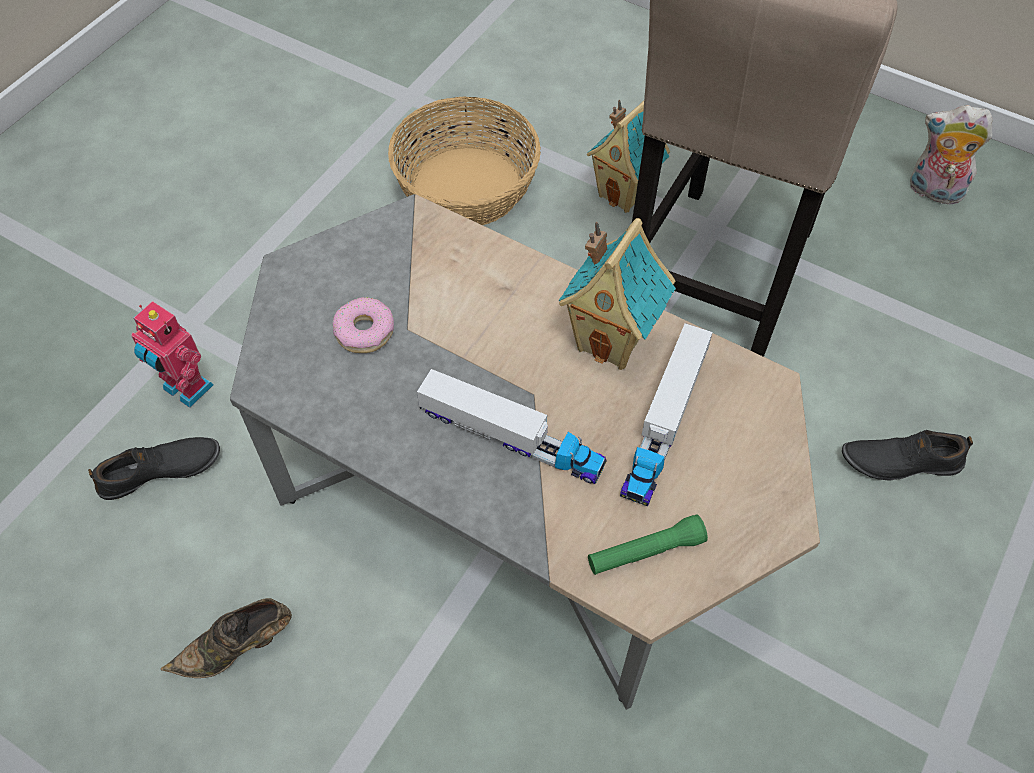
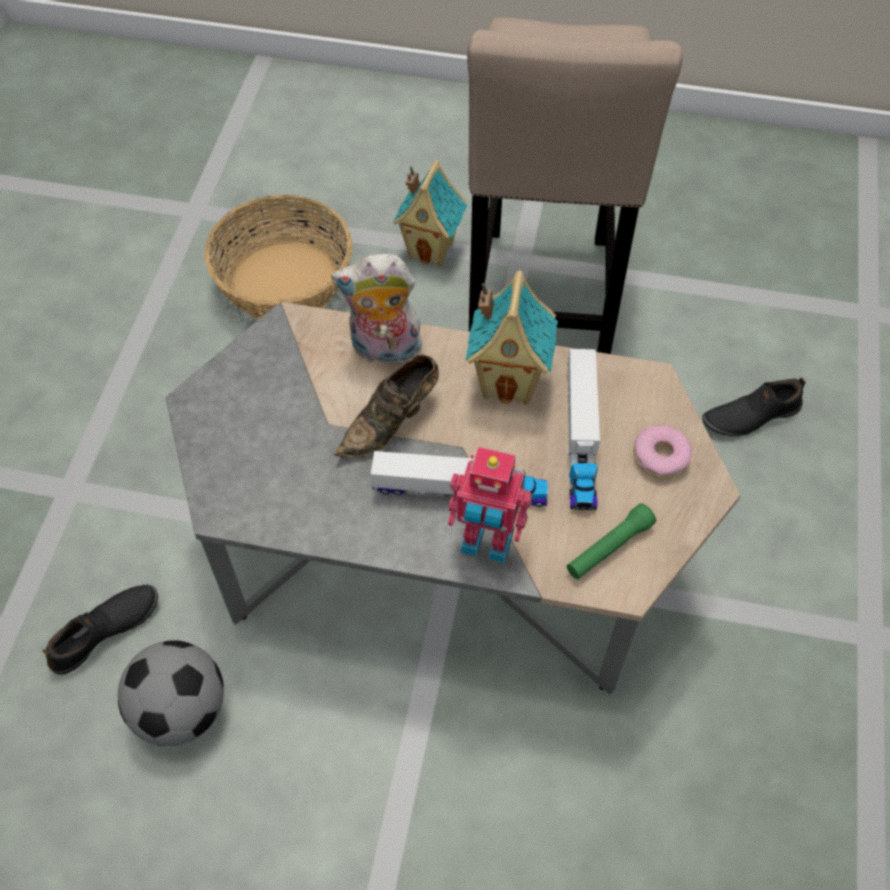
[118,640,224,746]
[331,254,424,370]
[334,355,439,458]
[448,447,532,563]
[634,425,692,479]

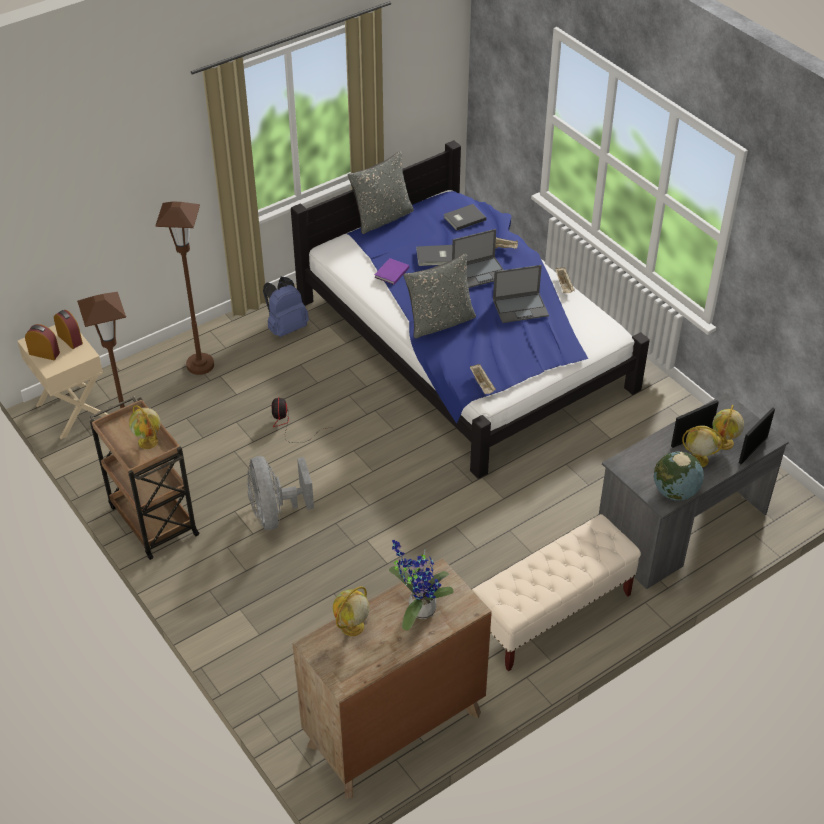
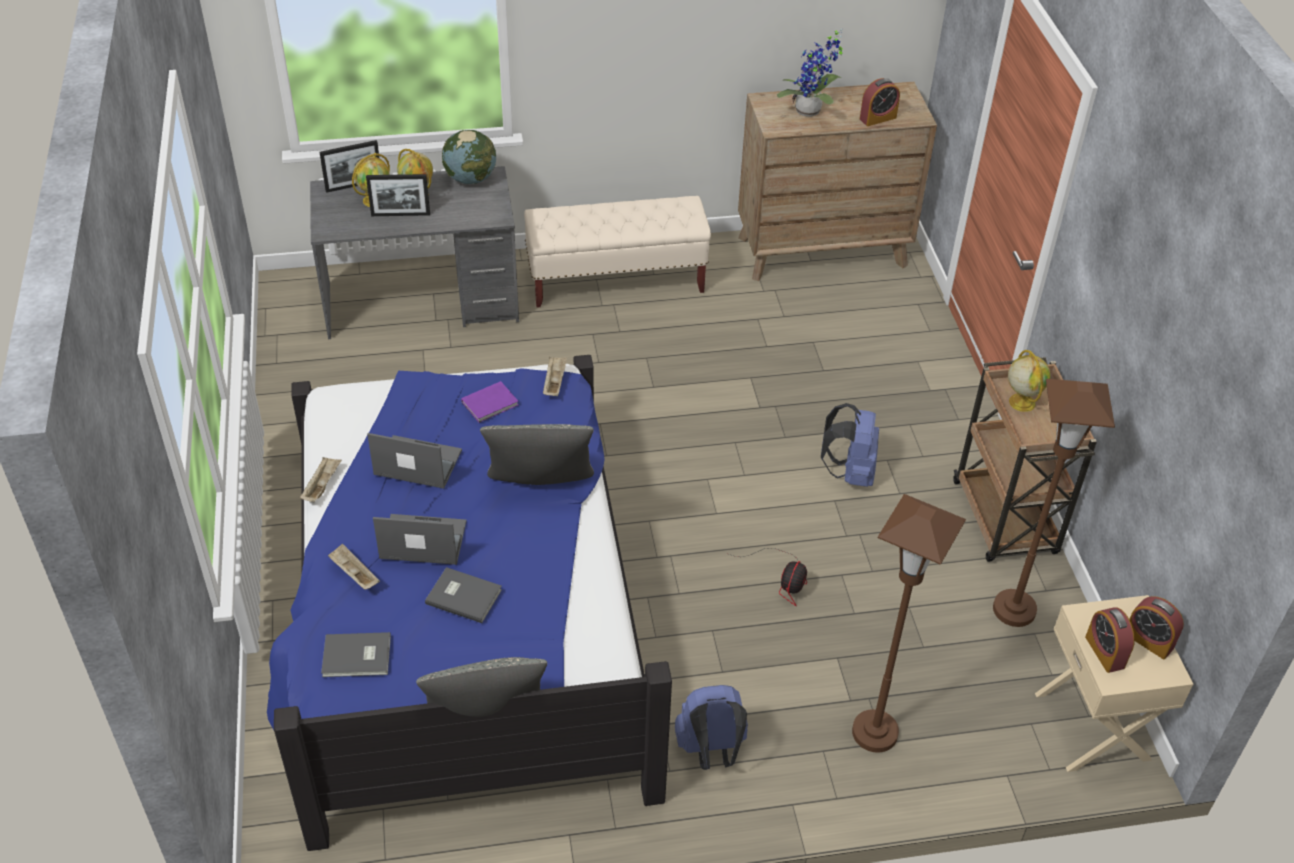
[461,381,518,423]
[821,403,879,487]
[860,78,900,126]

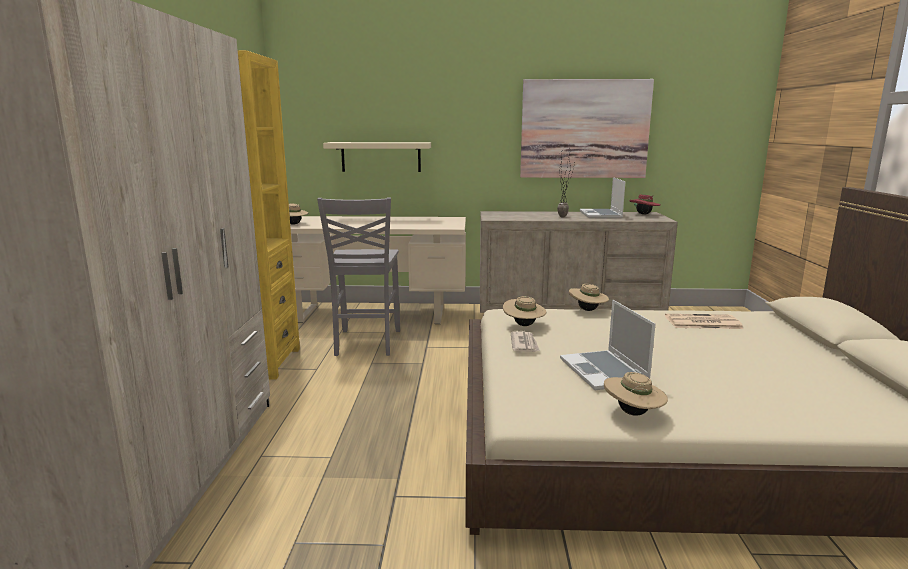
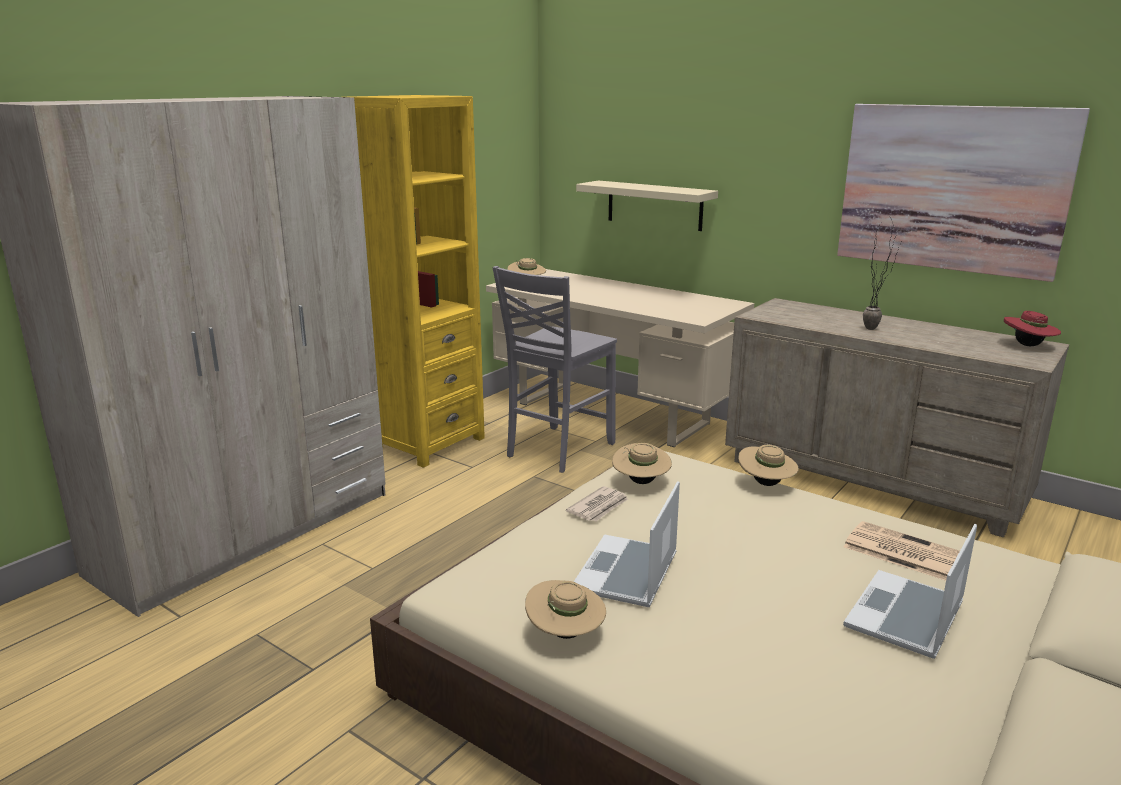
[843,524,977,659]

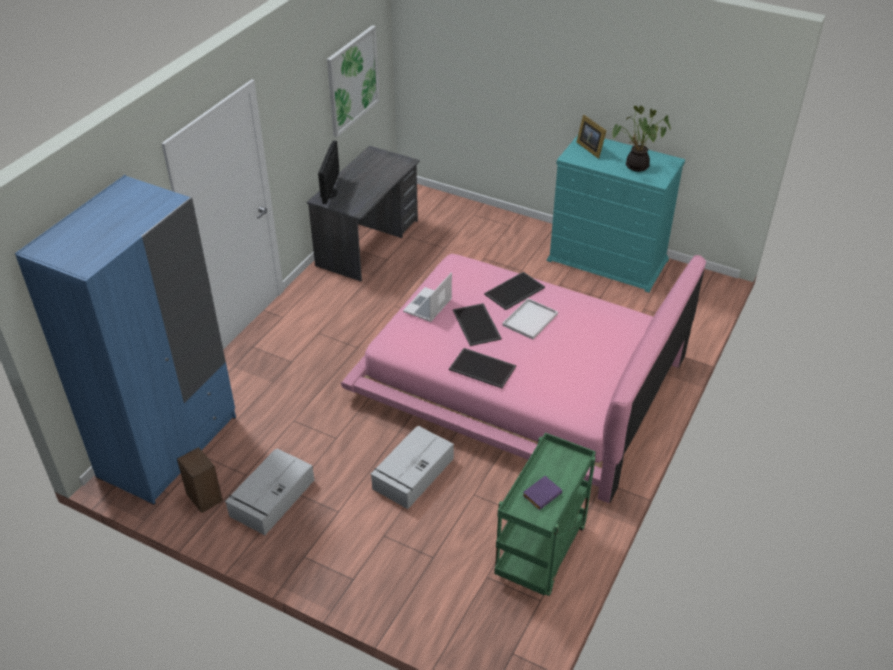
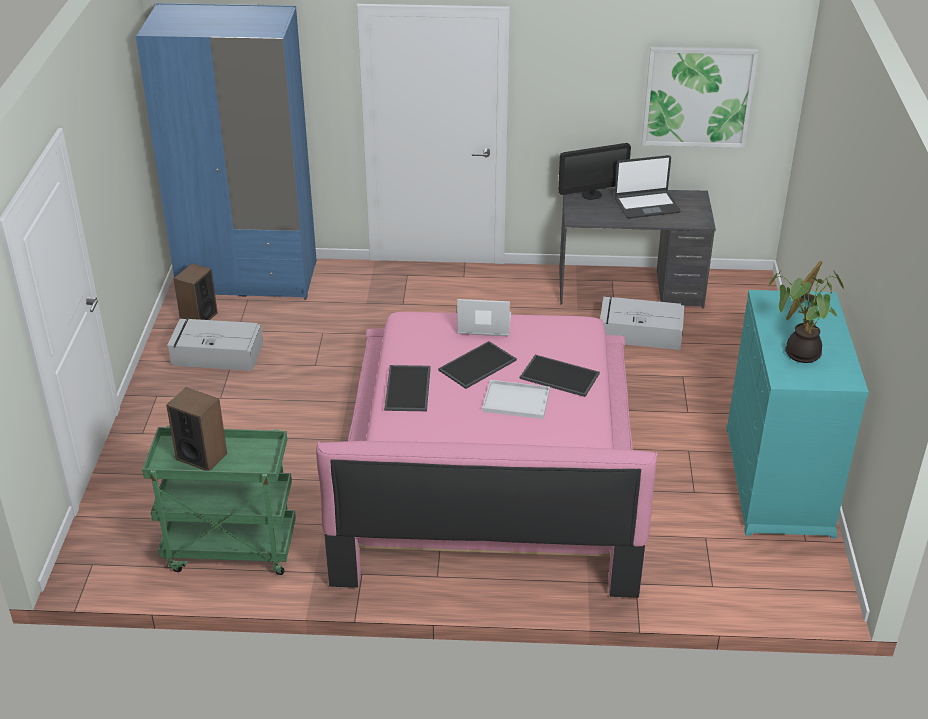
[166,387,227,471]
[600,296,684,350]
[615,155,681,218]

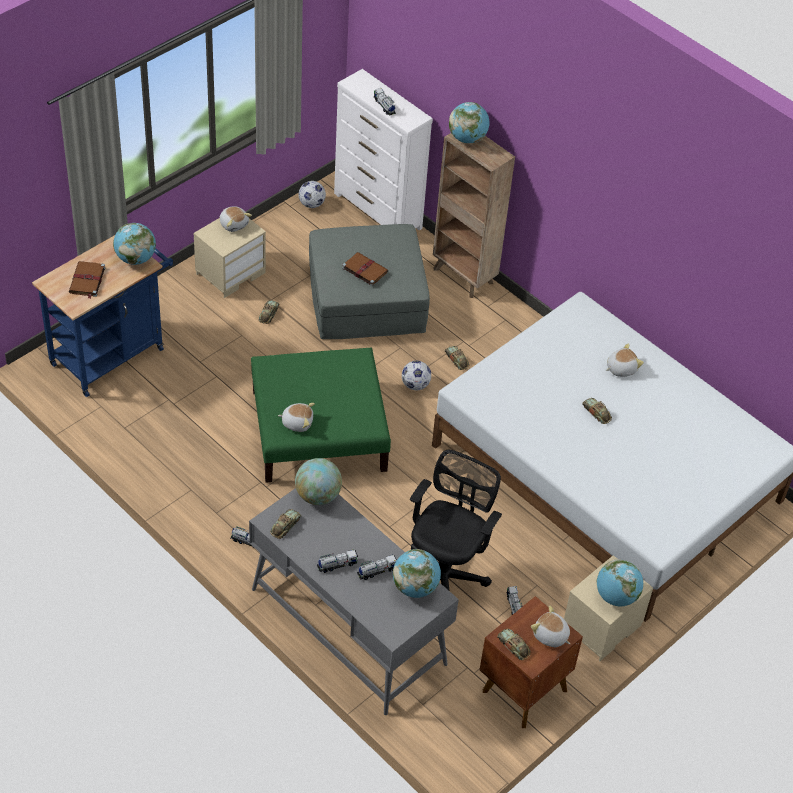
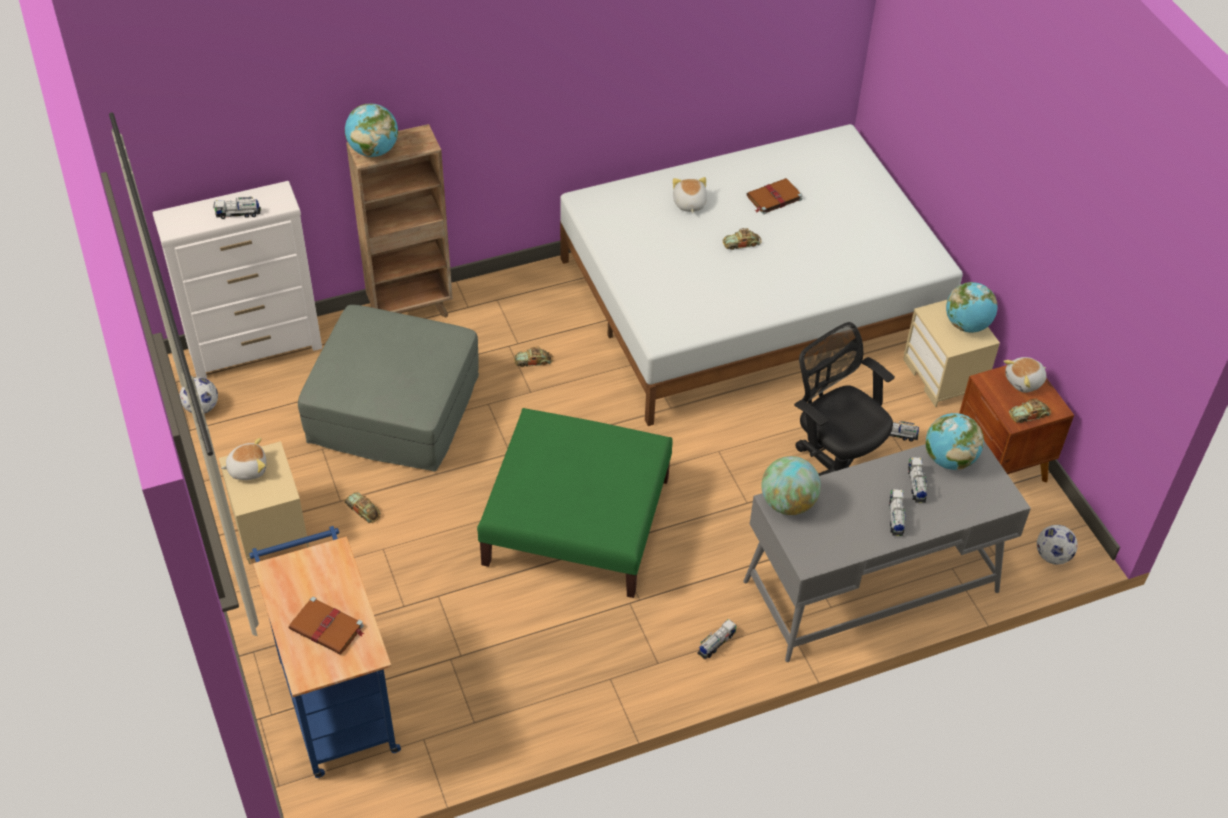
[747,178,803,215]
[1037,525,1078,565]
[113,223,156,265] (first image)
[270,509,301,539] (first image)
[278,403,315,432] (first image)

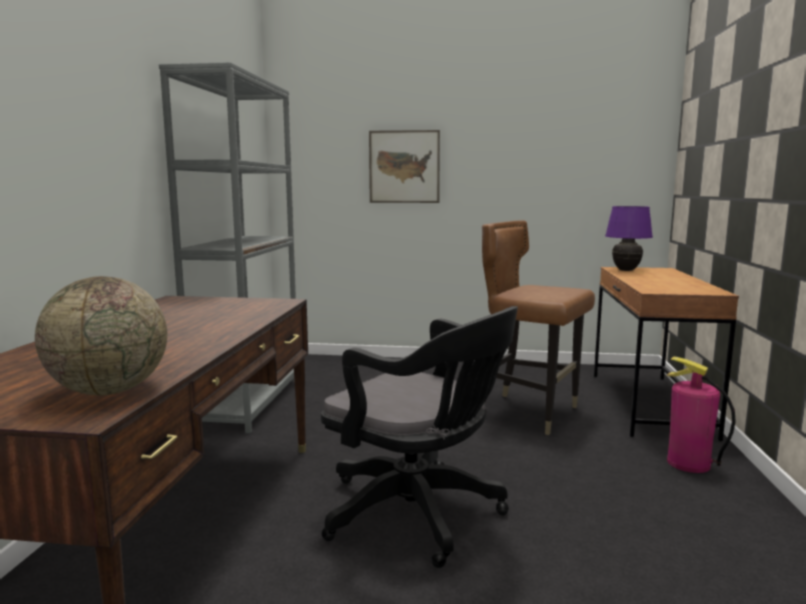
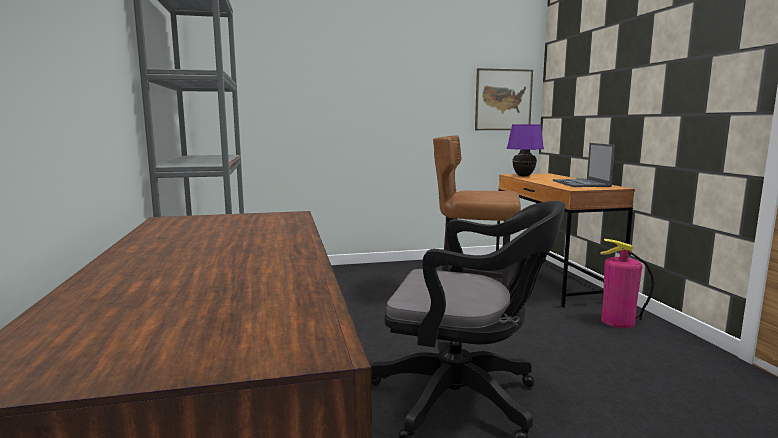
[475,68,533,130]
[553,143,615,187]
[35,276,167,395] (first image)

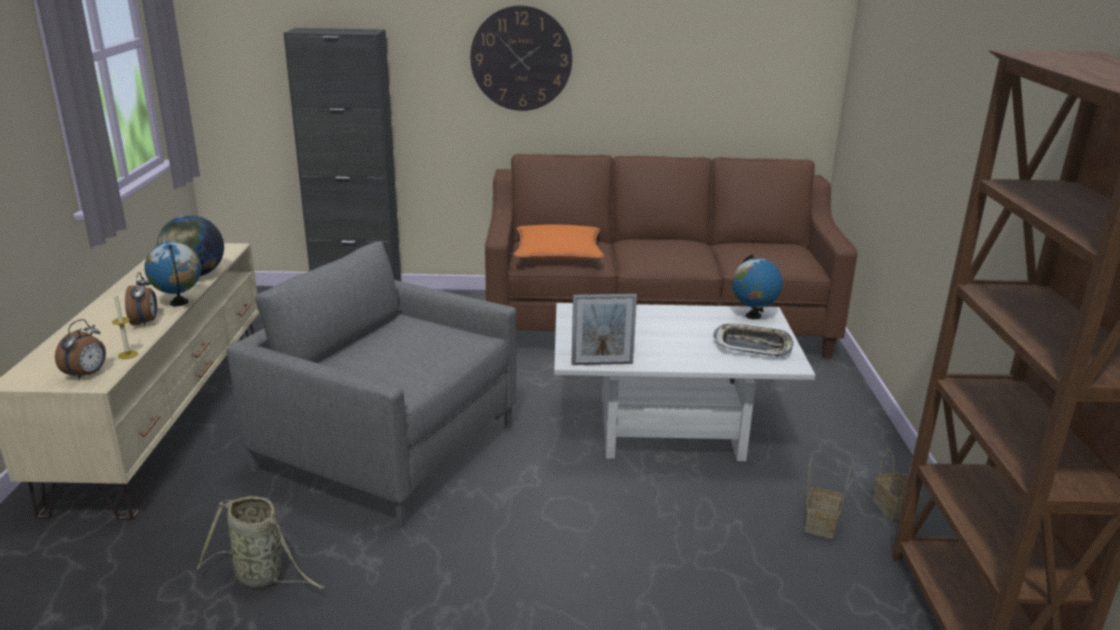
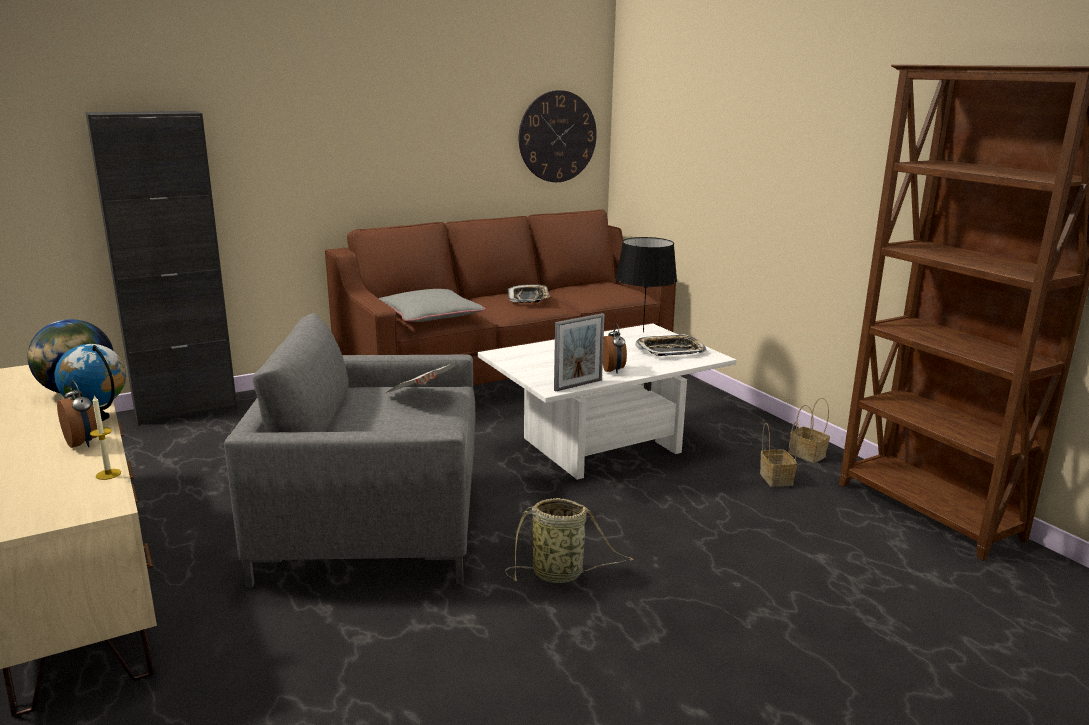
[378,289,486,322]
[386,363,458,393]
[505,498,634,583]
[508,285,550,303]
[519,90,597,182]
[603,324,627,374]
[615,237,677,333]

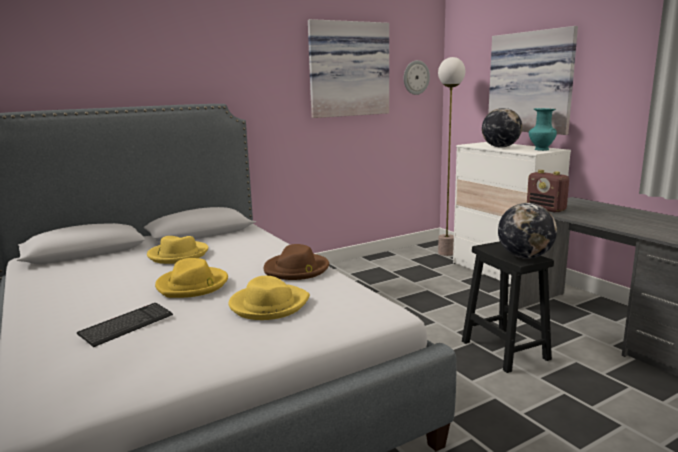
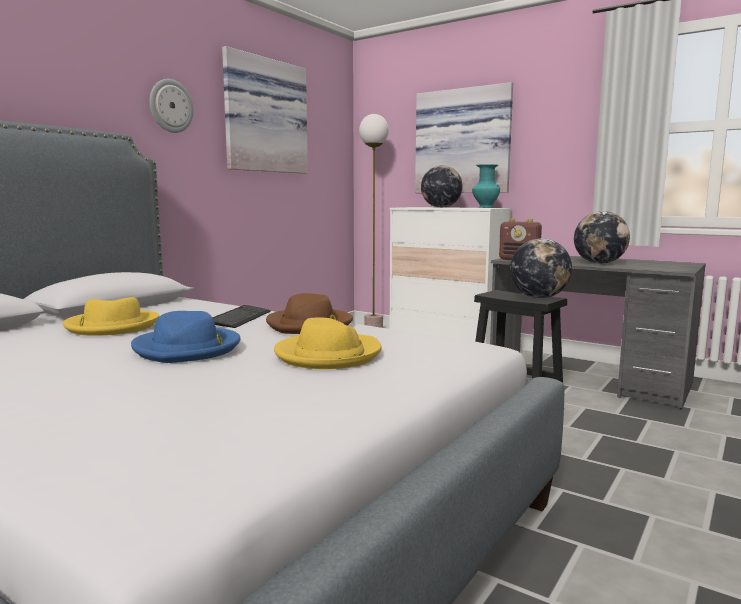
[131,311,241,363]
[150,79,194,133]
[212,305,271,328]
[574,211,630,264]

